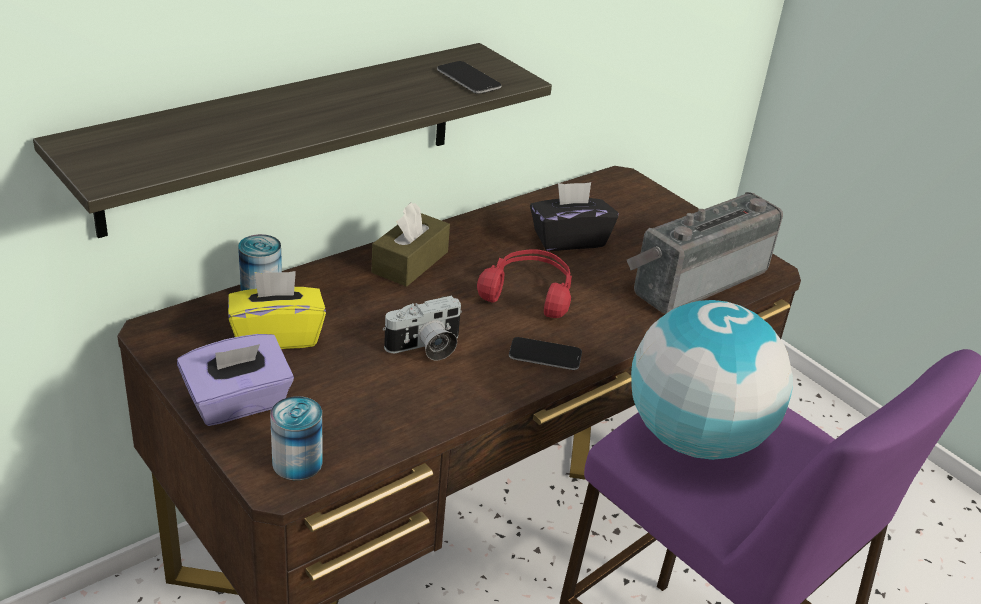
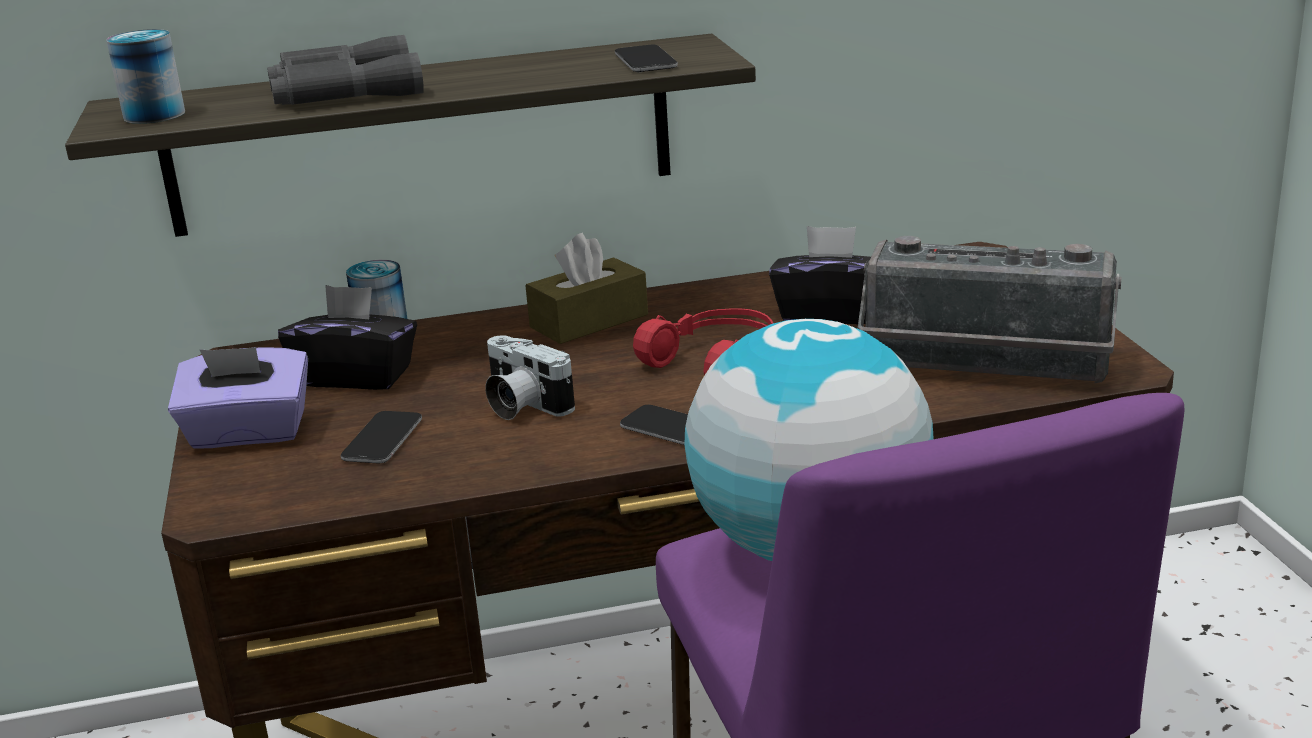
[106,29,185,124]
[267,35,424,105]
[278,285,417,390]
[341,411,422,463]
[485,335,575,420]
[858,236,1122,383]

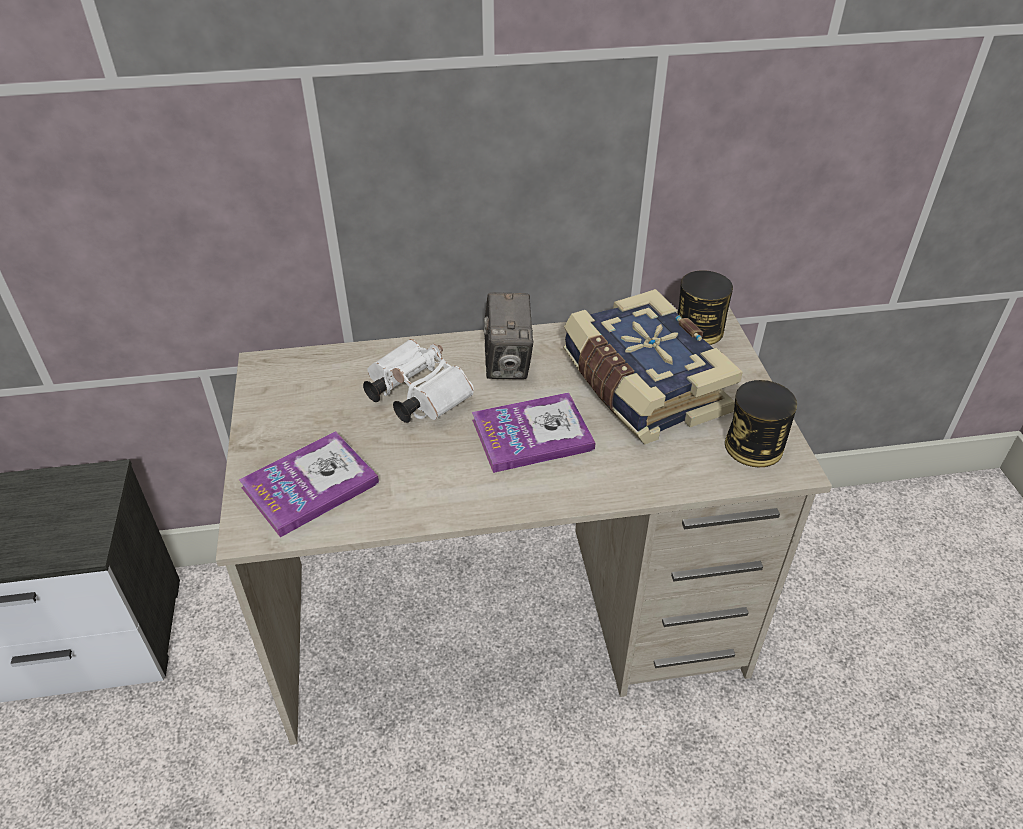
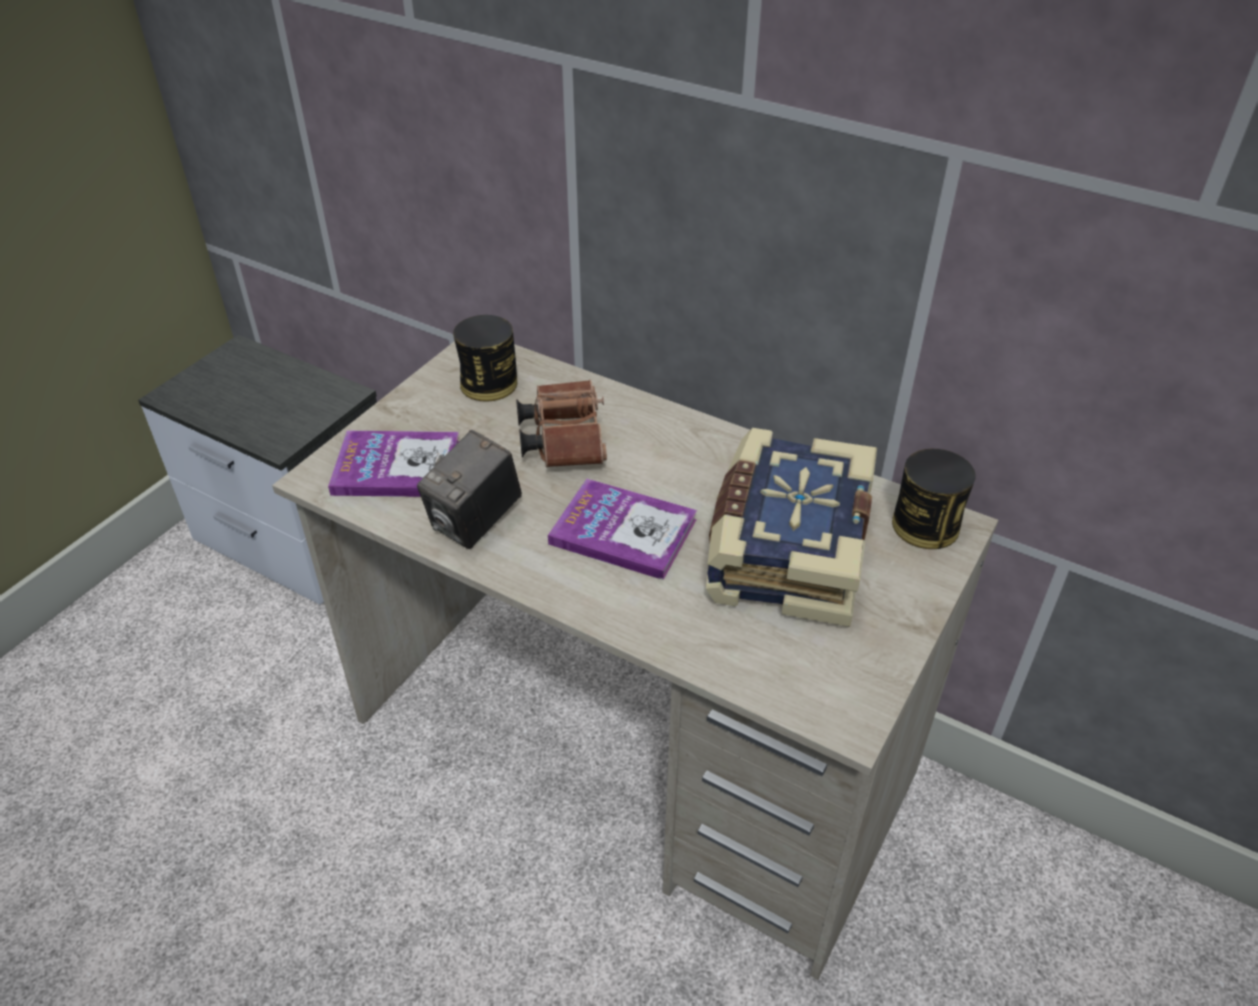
[417,430,522,549]
[453,315,517,402]
[516,380,607,467]

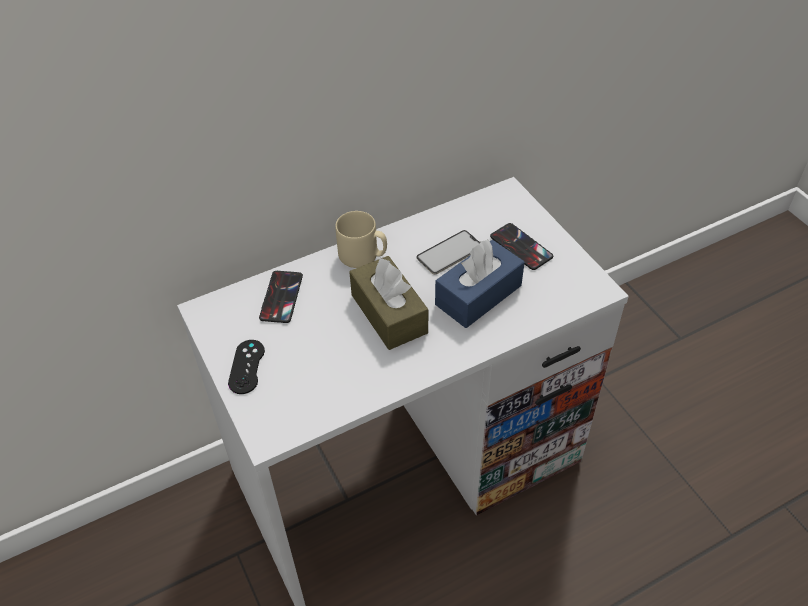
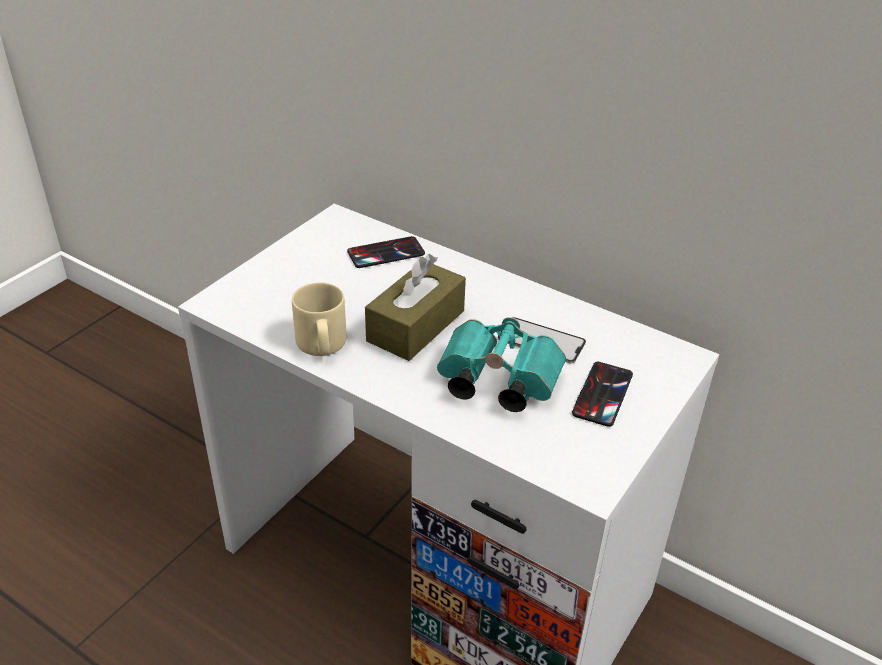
[292,282,346,356]
[437,317,566,412]
[228,340,265,394] (first image)

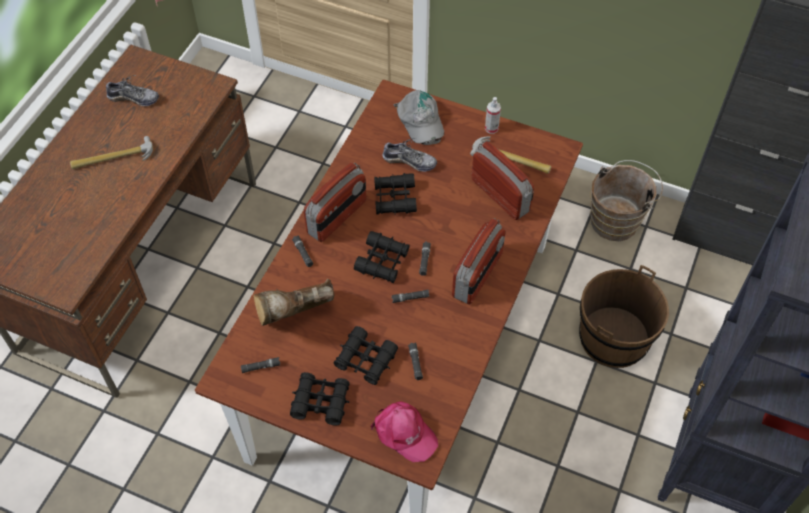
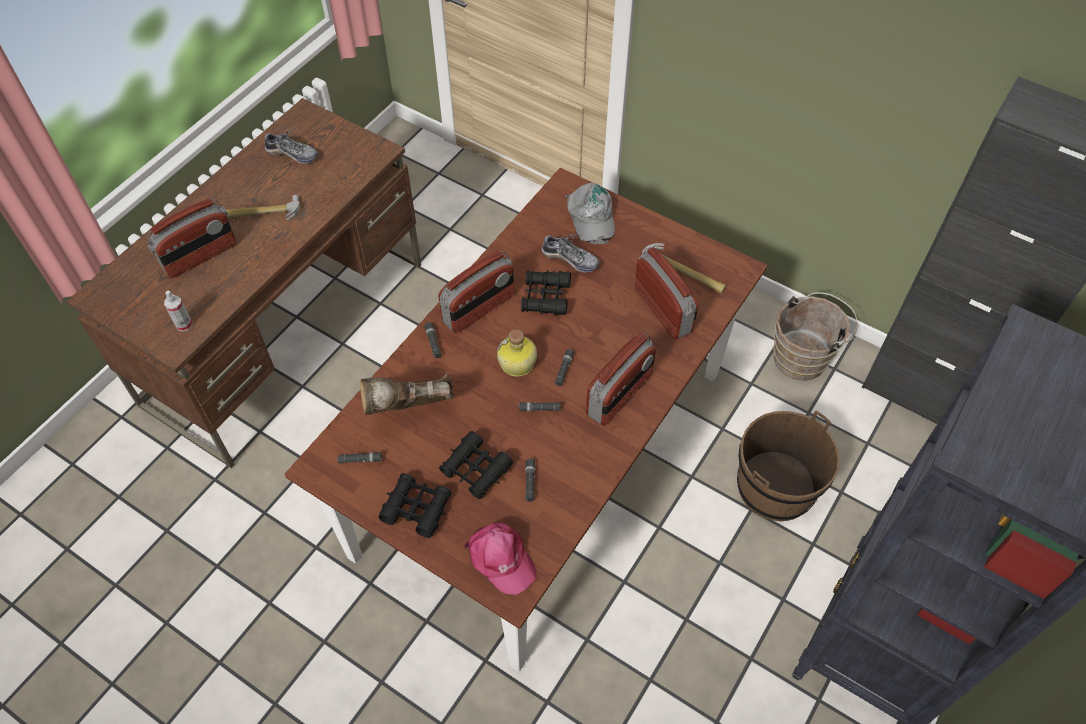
[147,198,236,278]
[164,291,192,332]
[497,330,537,377]

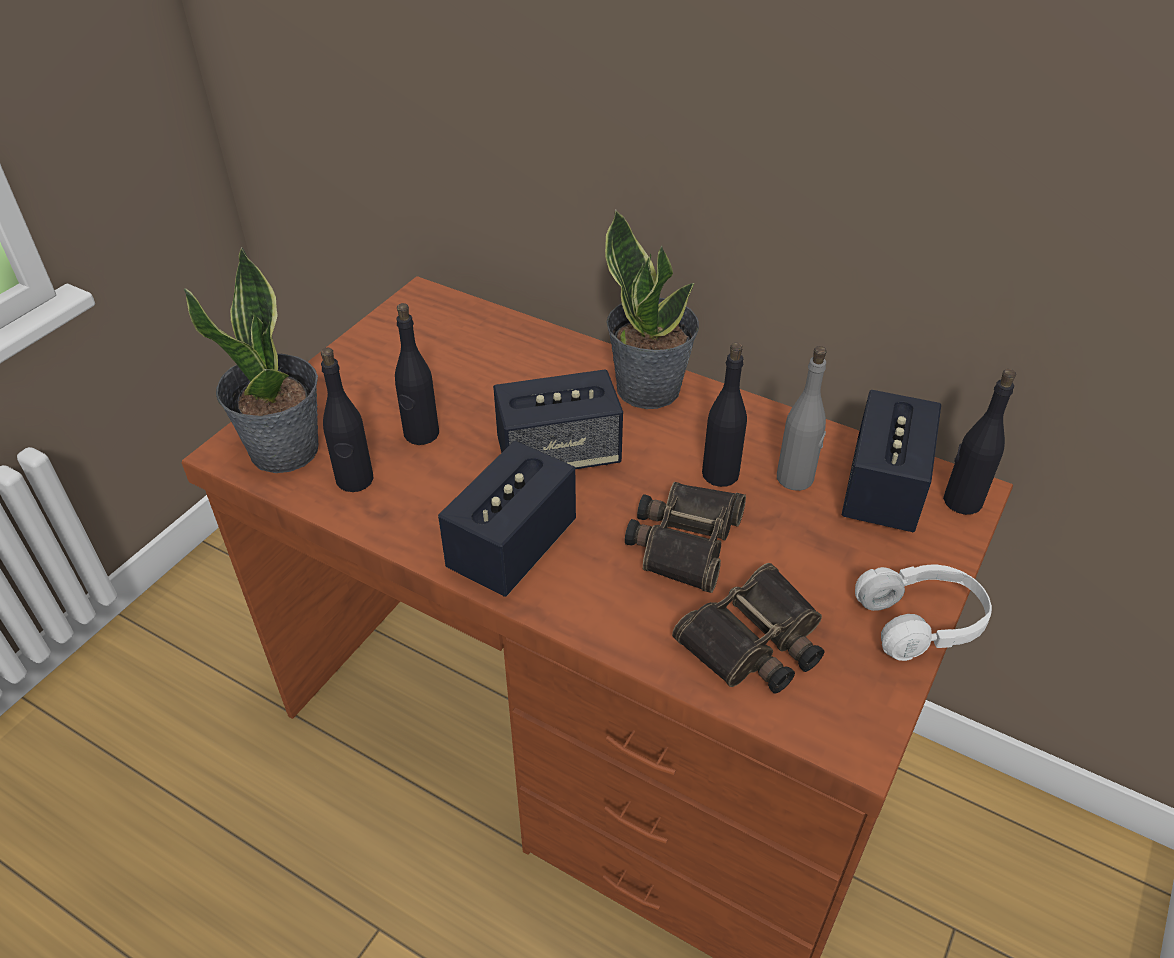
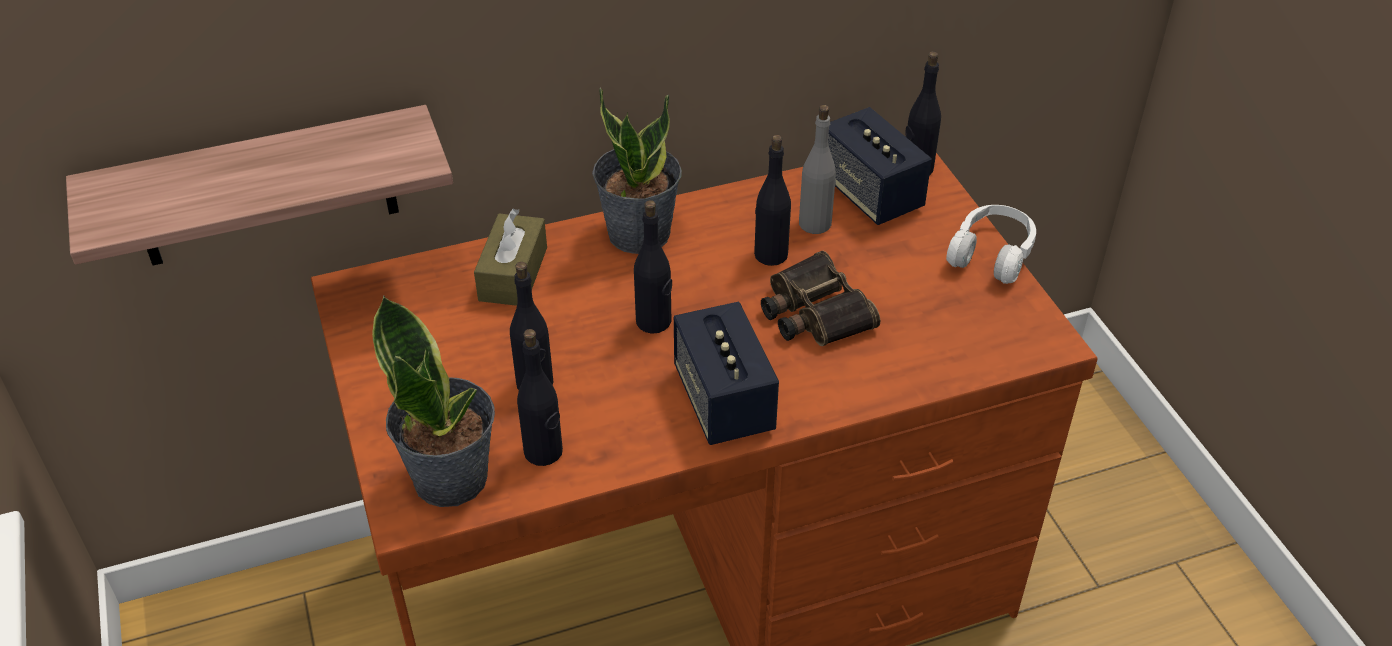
[66,105,453,266]
[474,209,547,306]
[634,200,672,334]
[672,563,824,694] (first image)

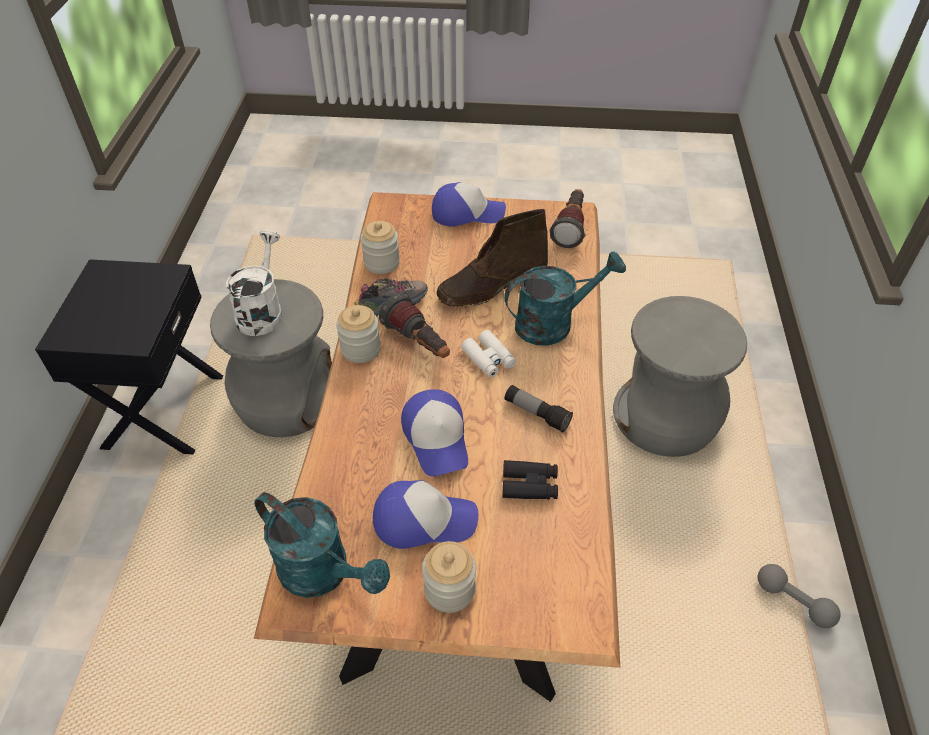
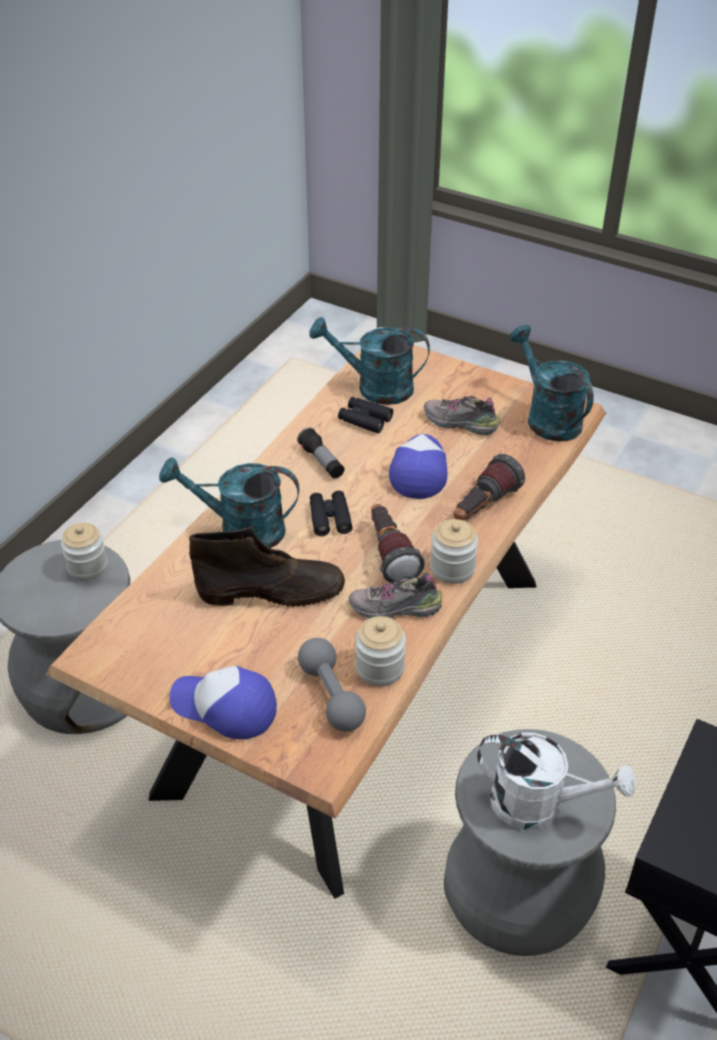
[61,523,108,581]
[298,638,366,732]
[309,317,430,405]
[310,491,353,536]
[424,396,501,435]
[454,454,525,520]
[477,733,636,830]

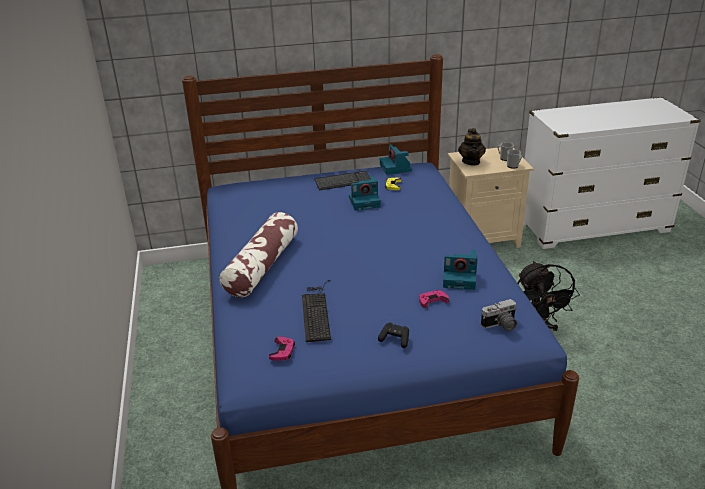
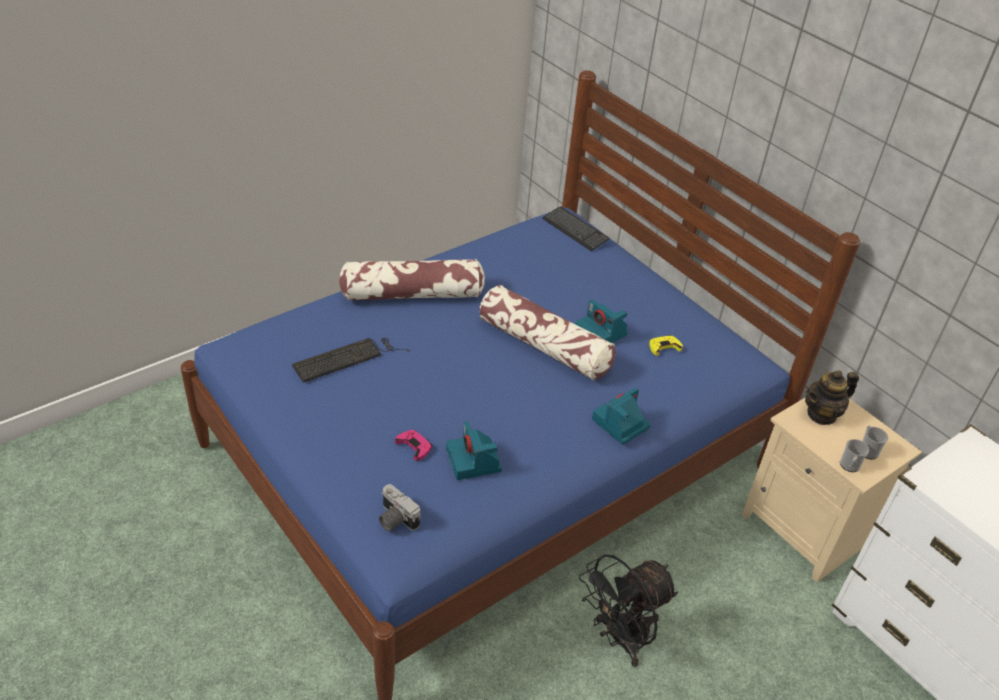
[479,285,616,380]
[542,206,609,251]
[592,388,651,445]
[269,337,295,361] (first image)
[378,323,409,348] (first image)

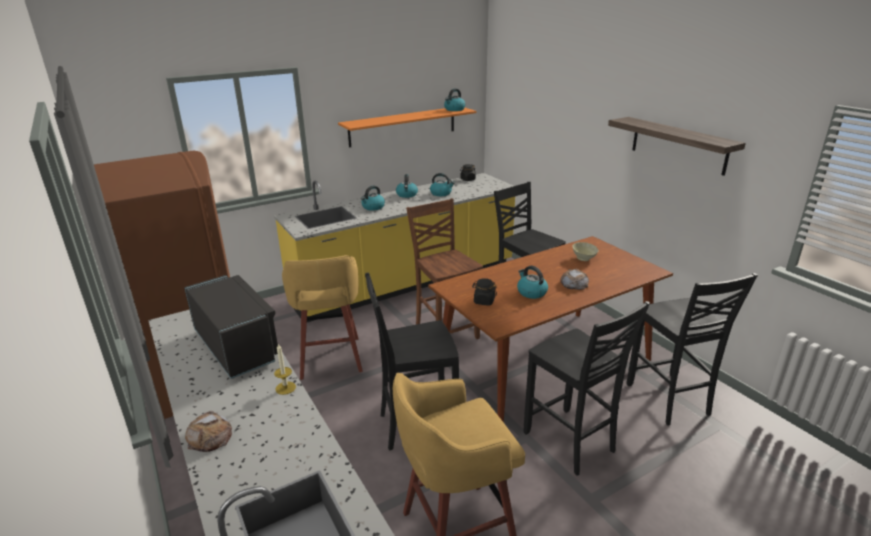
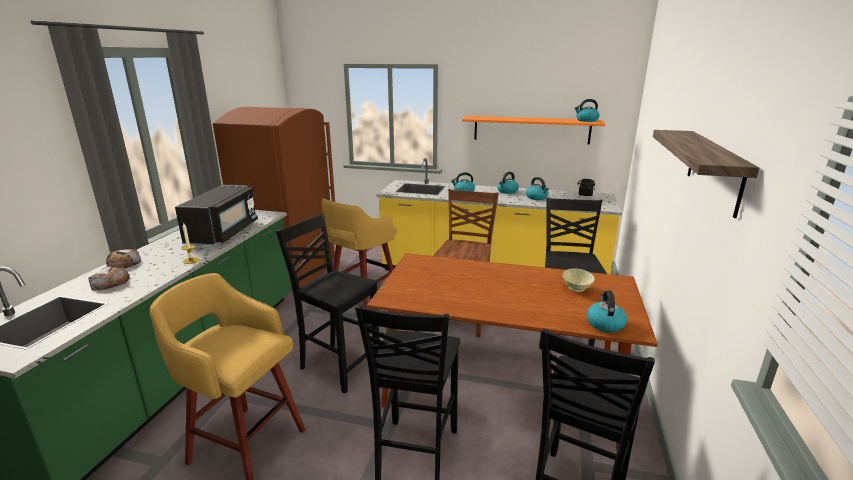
[88,266,130,290]
[587,290,627,332]
[472,278,497,305] (first image)

